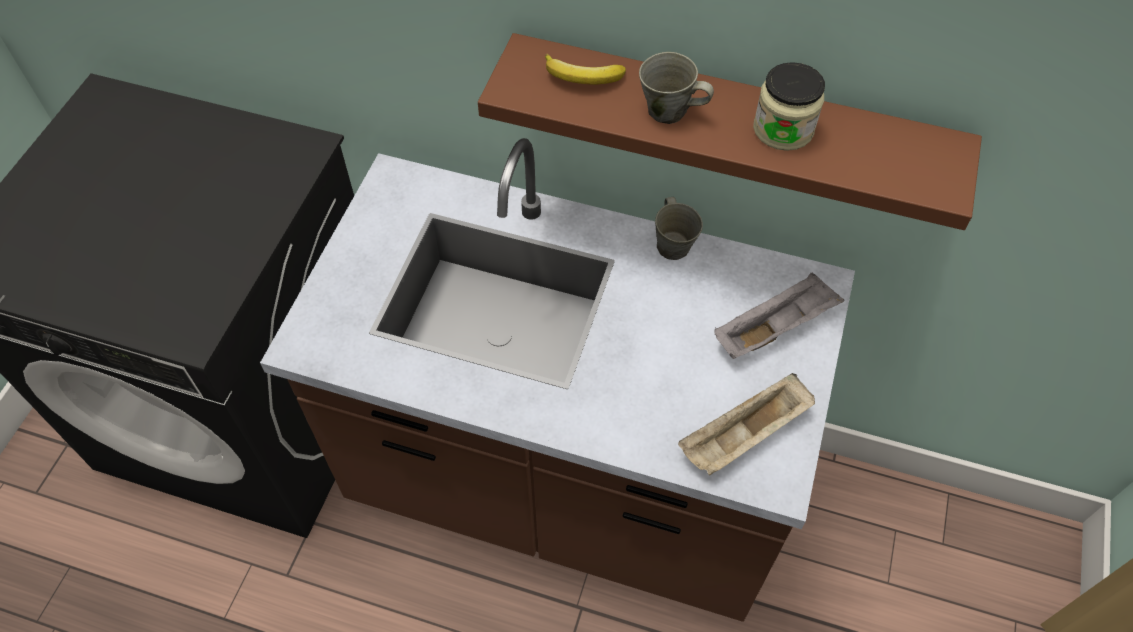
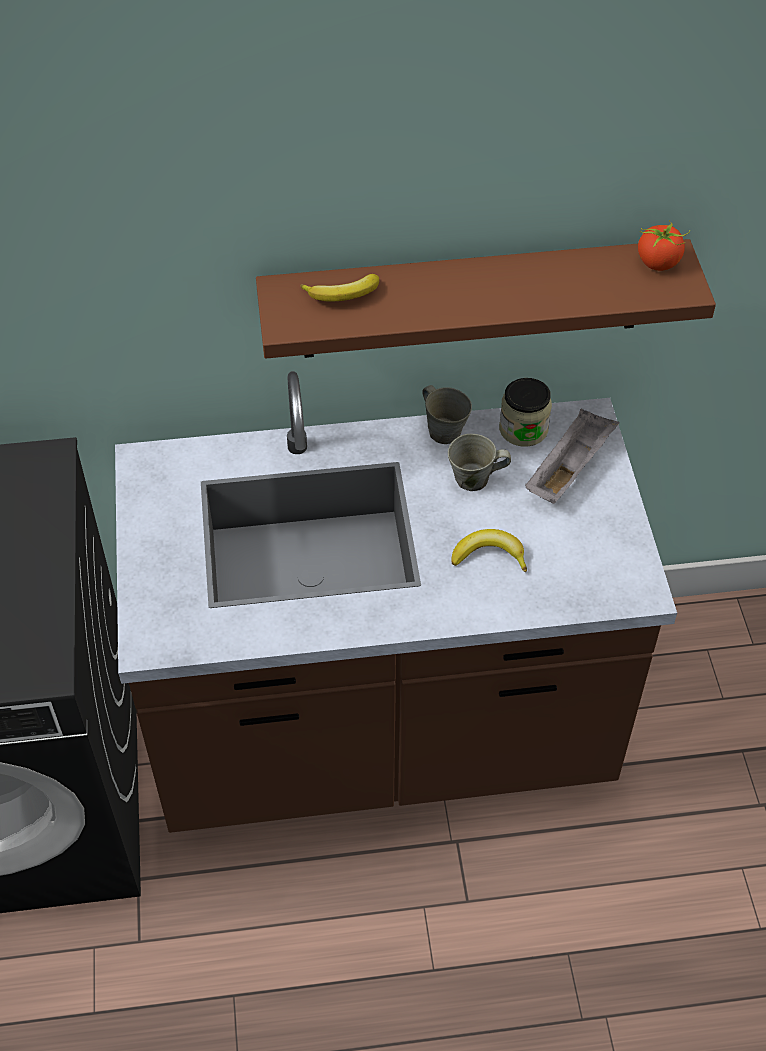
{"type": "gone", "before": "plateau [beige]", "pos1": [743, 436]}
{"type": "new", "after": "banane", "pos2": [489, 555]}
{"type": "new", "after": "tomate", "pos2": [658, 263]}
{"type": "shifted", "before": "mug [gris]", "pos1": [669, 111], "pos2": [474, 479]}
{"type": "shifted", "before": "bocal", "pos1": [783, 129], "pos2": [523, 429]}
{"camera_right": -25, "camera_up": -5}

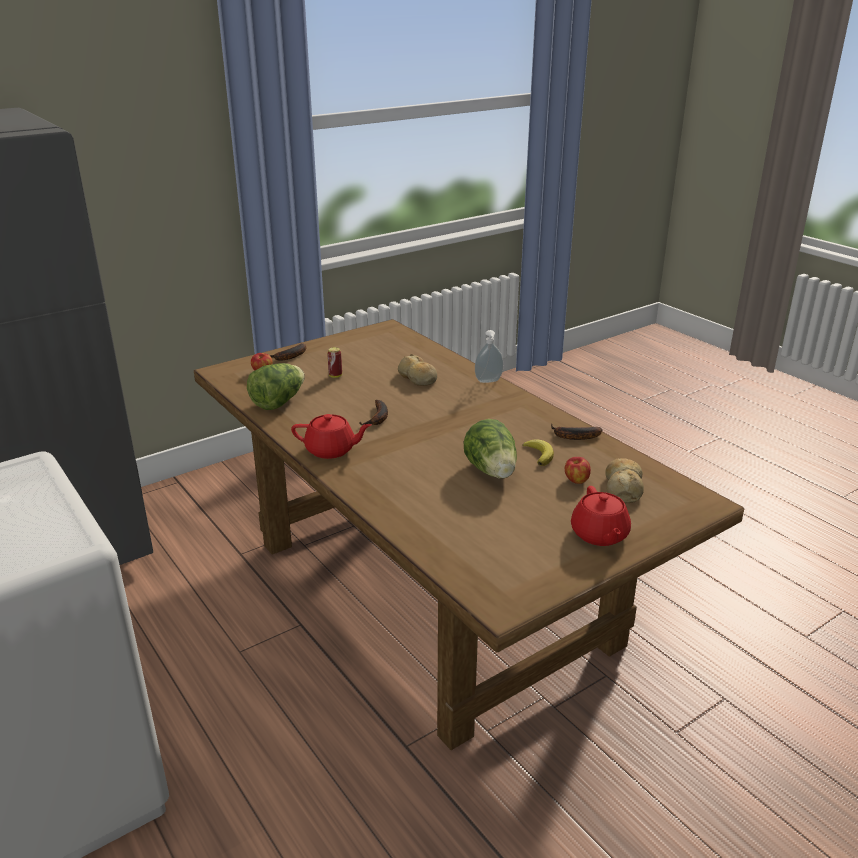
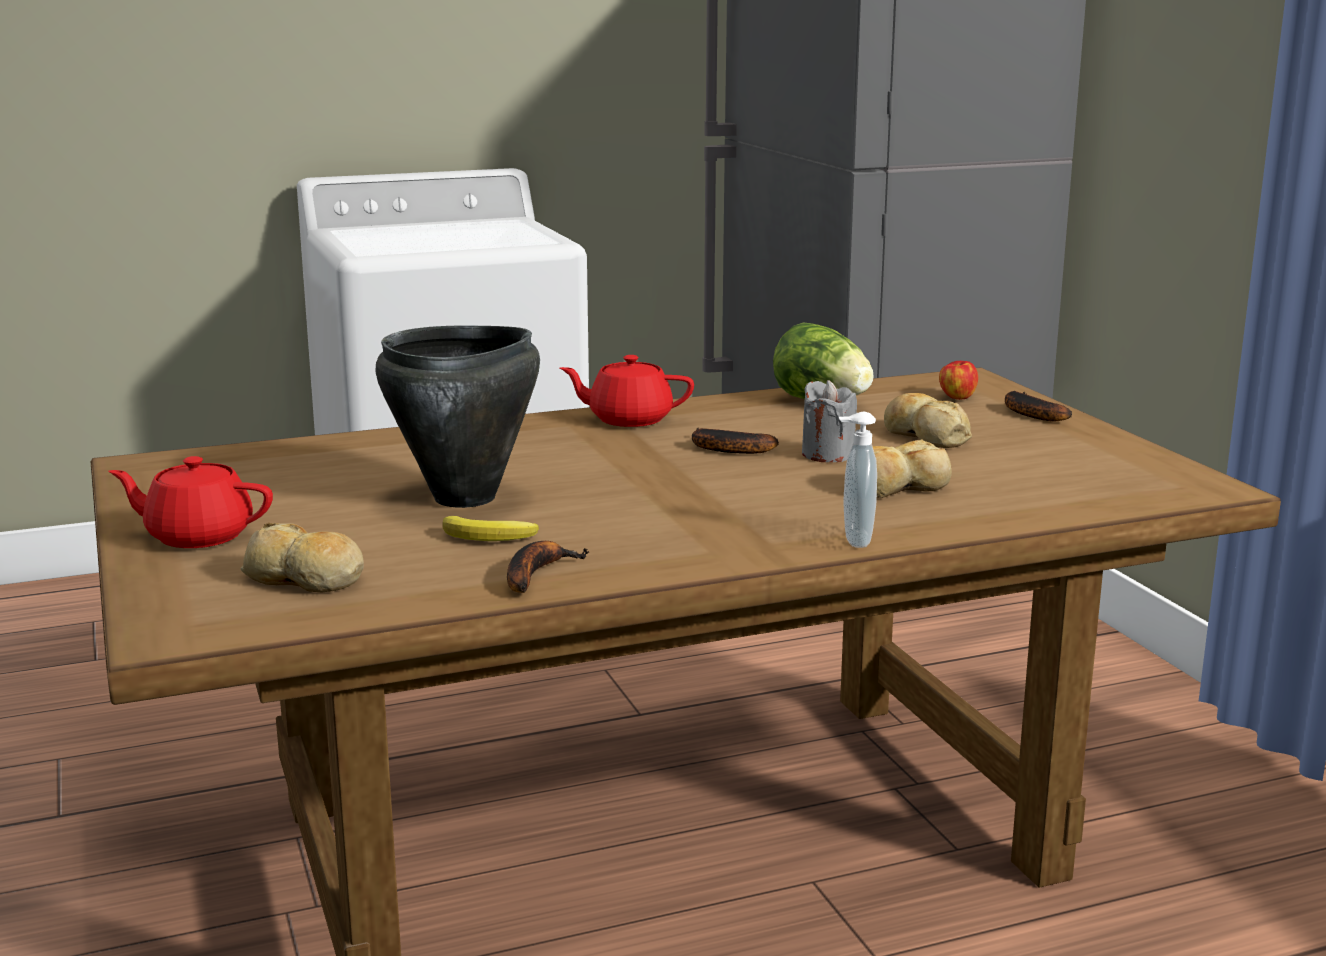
{"type": "gone", "before": "pomme", "pos1": [576, 480]}
{"type": "new", "after": "bougie [gris]", "pos2": [827, 454]}
{"type": "swapped", "before": "boîte métallique", "after": "pain", "pos1": [335, 376], "pos2": [925, 435]}
{"type": "swapped", "before": "laitue", "after": "marmite [noir]", "pos1": [492, 471], "pos2": [465, 498]}
{"type": "rotated", "before": "théière [rouge]", "pos1": [331, 450], "pos2": [628, 419], "turn": 75}
{"camera_right": 105, "camera_up": -10}

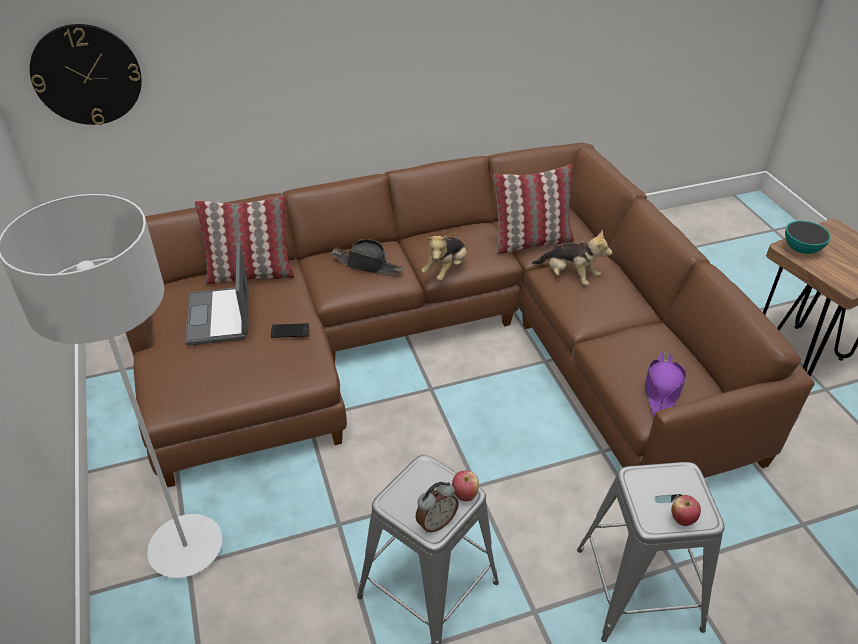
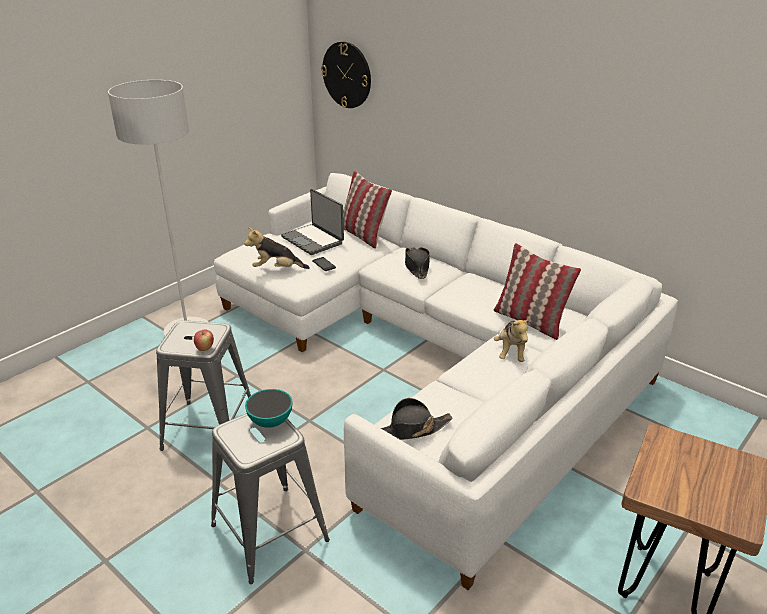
{"type": "gone", "before": "réveil", "pos1": [436, 522]}
{"type": "gone", "before": "pomme", "pos1": [682, 519]}
{"type": "shifted", "before": "peluche", "pos1": [446, 269], "pos2": [276, 269]}
{"type": "shifted", "before": "bol", "pos1": [801, 249], "pos2": [270, 421]}
{"type": "repainted", "before": "canapé [marron]", "after": "canapé [blanc]", "pos1": [439, 346], "pos2": [430, 358]}
{"type": "repainted", "before": "chapeau [violet]", "after": "chapeau [noir]", "pos1": [661, 389], "pos2": [411, 429]}
{"type": "rotated", "before": "ordinateur portable", "pos1": [220, 317], "pos2": [313, 240], "turn": -90}
{"camera_right": 60, "camera_up": -10}

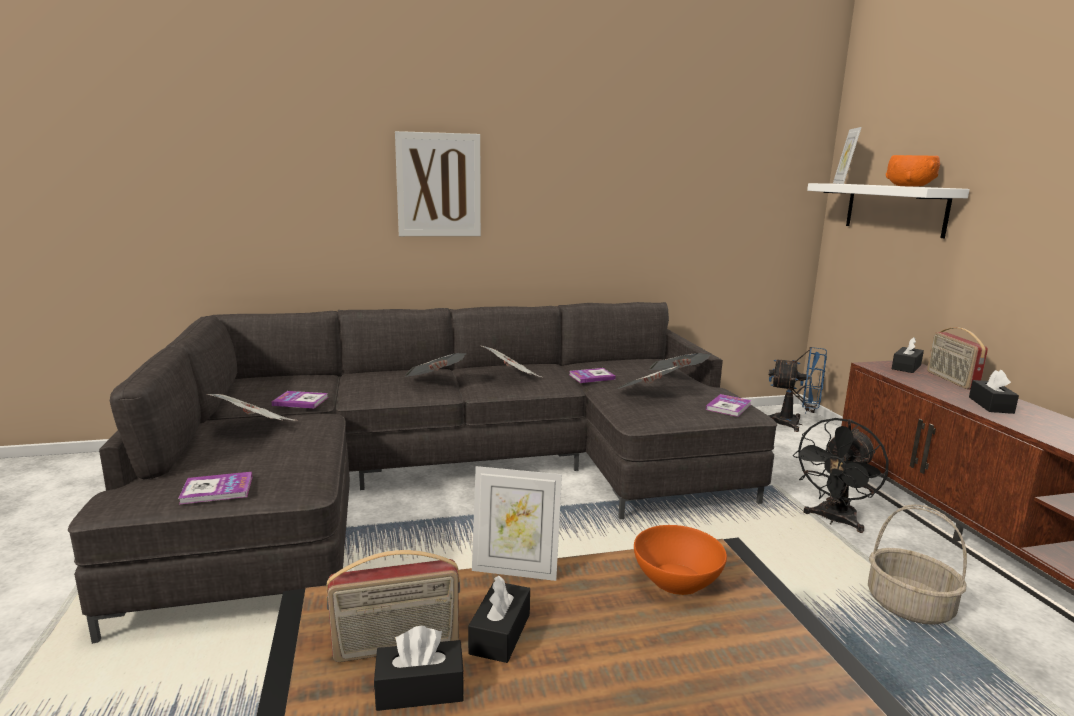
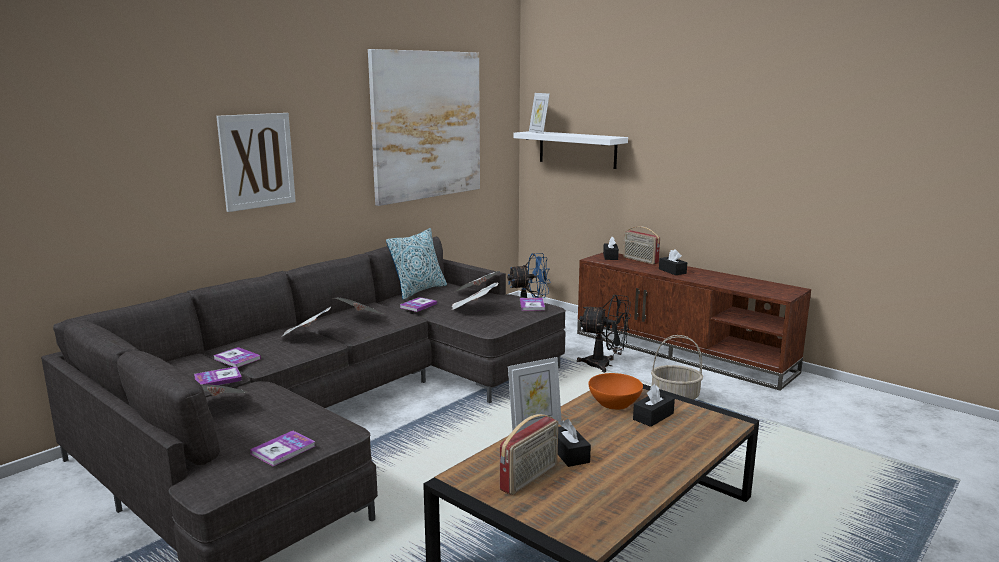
{"type": "gone", "before": "bol [orange]", "pos1": [909, 186]}
{"type": "new", "after": "livre", "pos2": [237, 359]}
{"type": "new", "after": "tableau", "pos2": [427, 125]}
{"type": "new", "after": "coussin", "pos2": [418, 290]}
{"type": "shifted", "before": "boîte à mouchoirs [noir]", "pos1": [420, 689], "pos2": [653, 416]}
{"type": "rotated", "before": "ventilateur [noir]", "pos1": [833, 520], "pos2": [605, 365], "turn": -75}
{"camera_right": -35, "camera_up": 0}

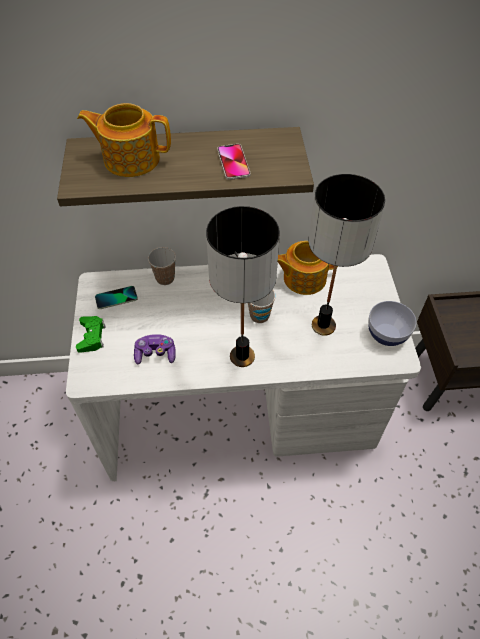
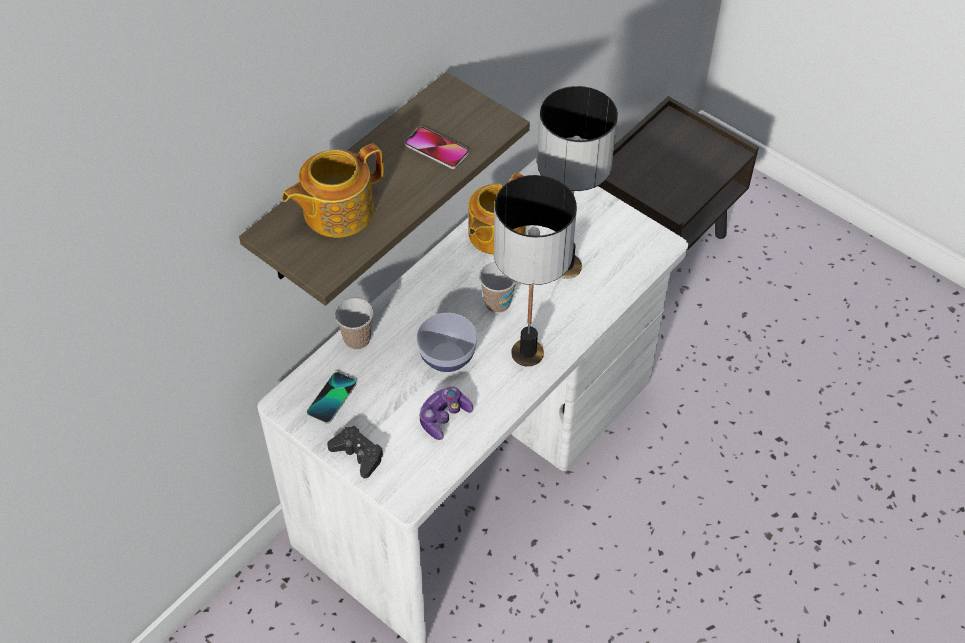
{"type": "shifted", "before": "bol", "pos1": [387, 335], "pos2": [447, 357]}
{"type": "repainted", "before": "manette [vert]", "after": "manette [noir]", "pos1": [91, 336], "pos2": [358, 454]}
{"camera_right": -45, "camera_up": 0}

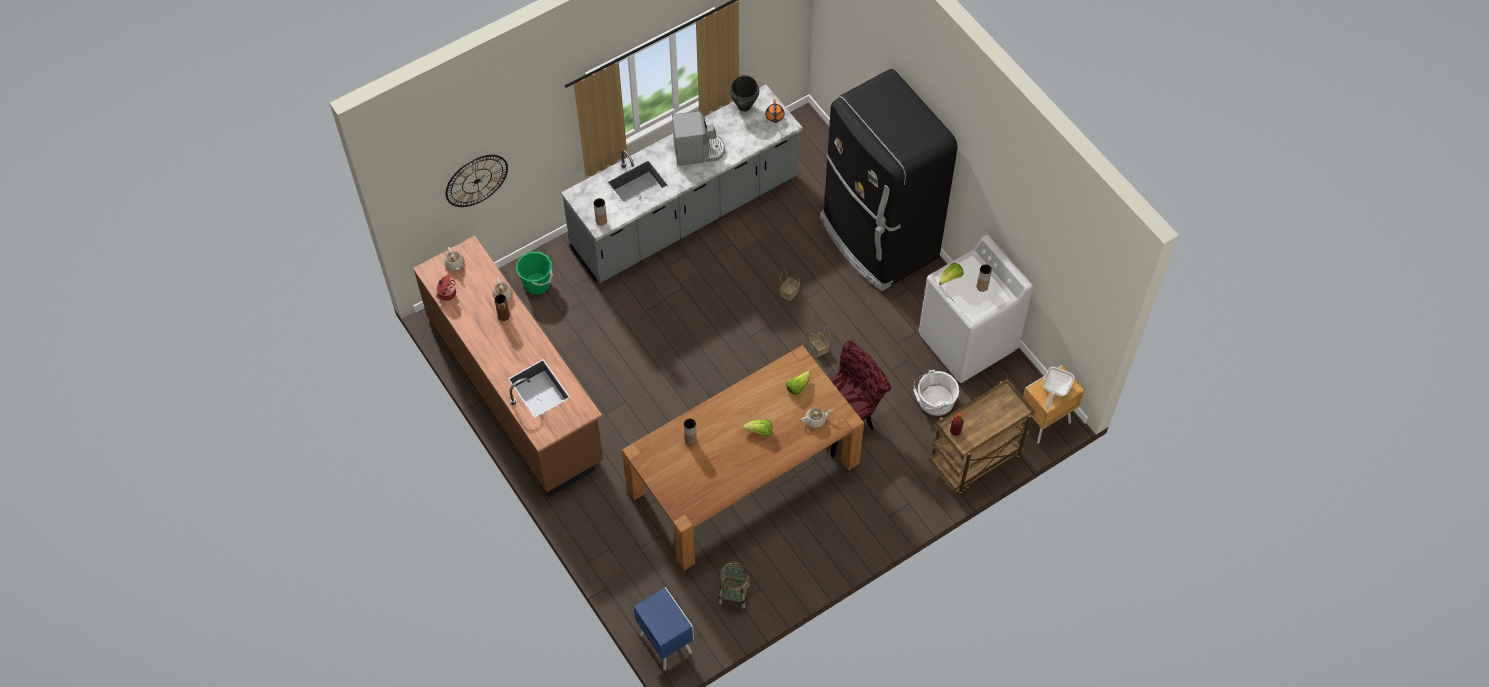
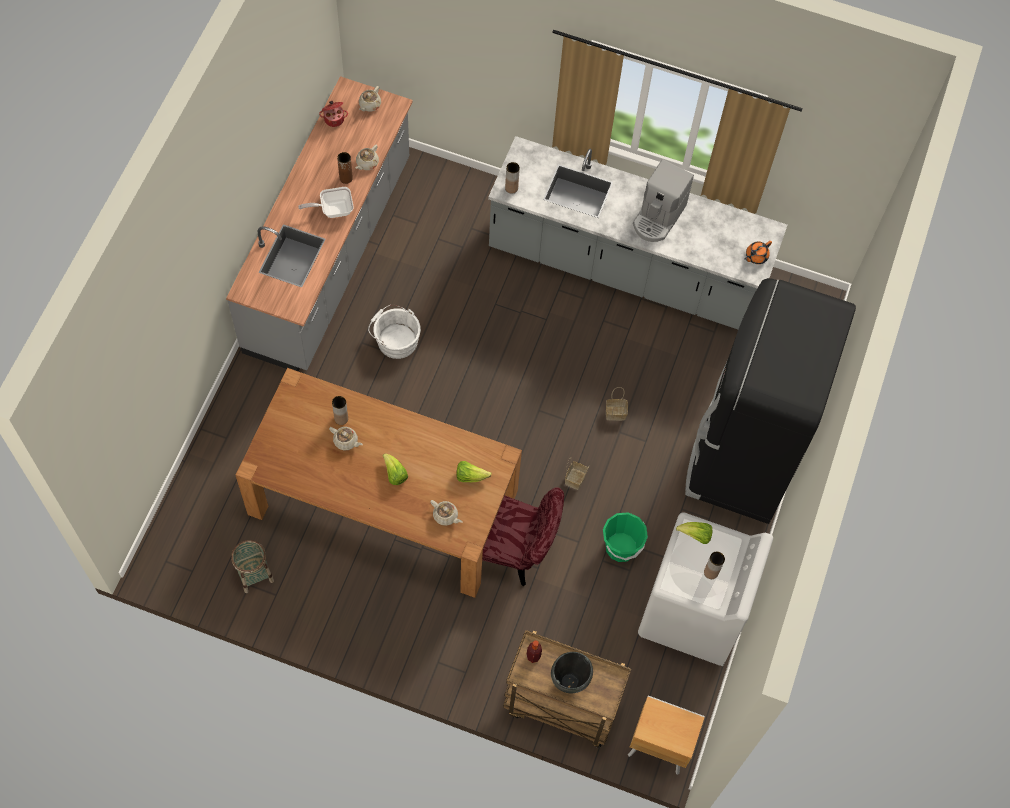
{"type": "gone", "before": "horloge murale", "pos1": [476, 180]}
{"type": "gone", "before": "table de chevet [bleu]", "pos1": [666, 642]}
{"type": "new", "after": "théière [beige]", "pos2": [346, 441]}
{"type": "shifted", "before": "seau [vert]", "pos1": [537, 284], "pos2": [621, 547]}
{"type": "shifted", "before": "marmite [noir]", "pos1": [744, 106], "pos2": [570, 682]}
{"type": "shifted", "before": "seau [blanc]", "pos1": [934, 400], "pos2": [395, 339]}
{"type": "shifted", "before": "poêle", "pos1": [1054, 390], "pos2": [333, 209]}
{"type": "repainted", "before": "comptoir de cuisine [marron]", "after": "comptoir de cuisine [gris]", "pos1": [516, 390], "pos2": [330, 256]}
{"type": "rotated", "before": "machine à café", "pos1": [698, 151], "pos2": [658, 217], "turn": 75}
{"camera_right": 50, "camera_up": 5}

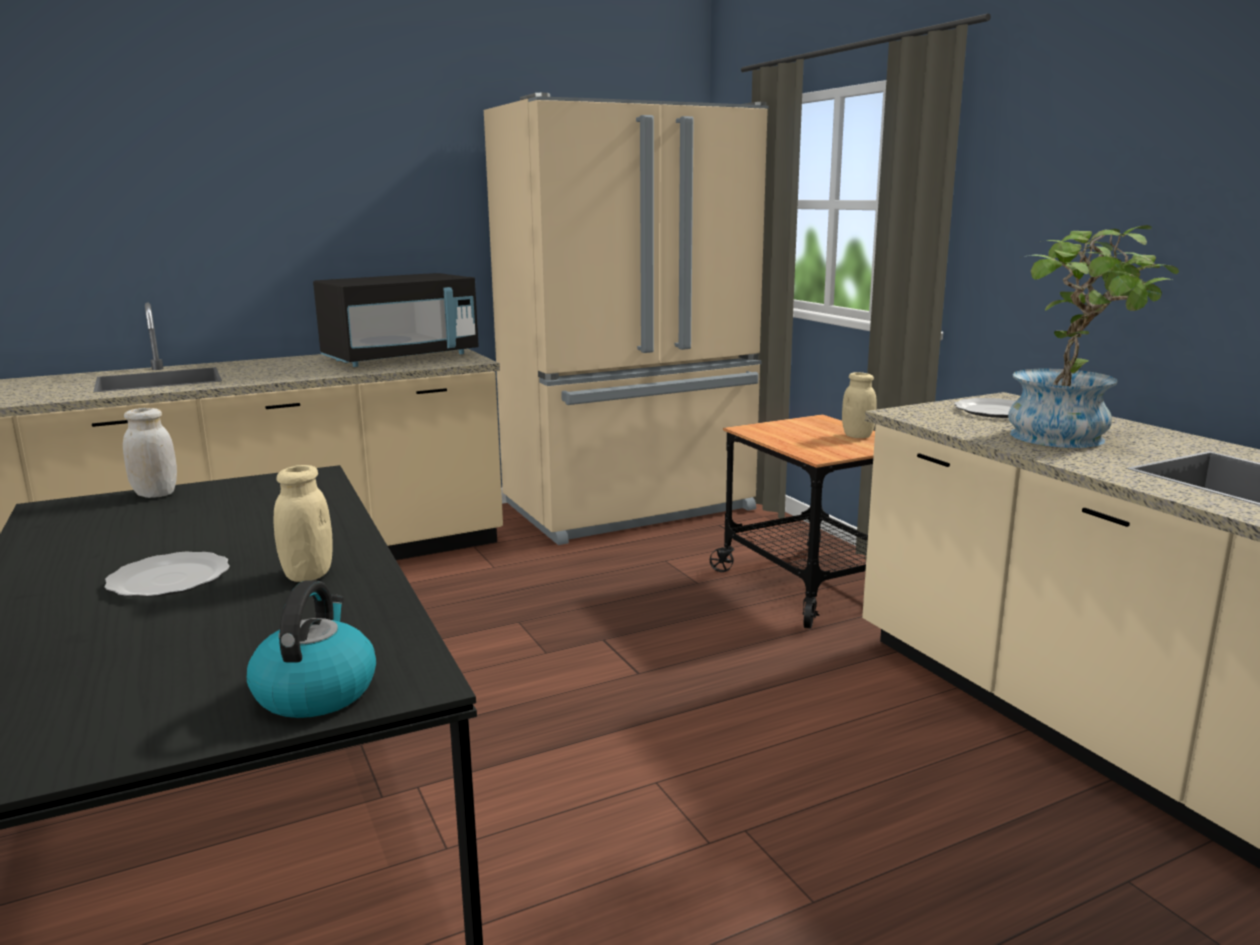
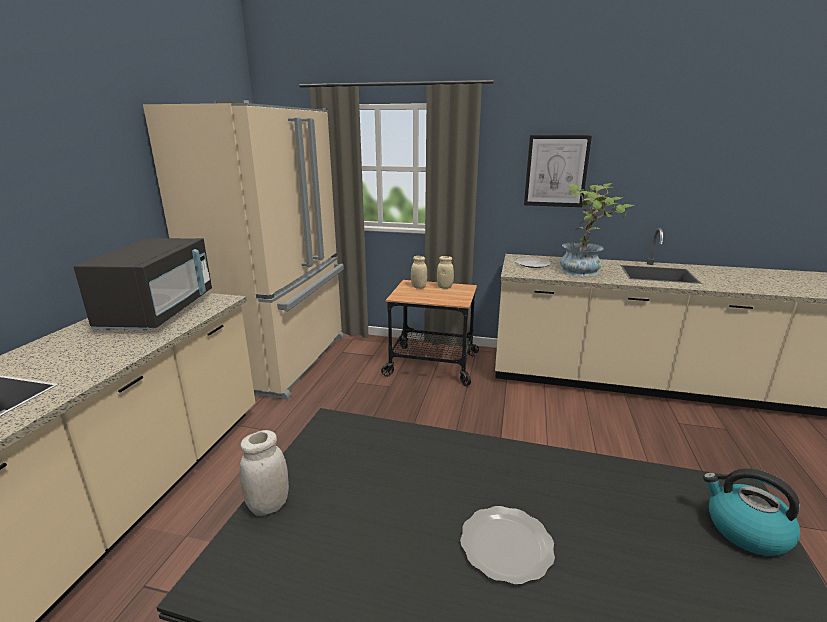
{"type": "new", "after": "tableau", "pos2": [556, 171]}
{"type": "shifted", "before": "bocal [beige]", "pos1": [308, 574], "pos2": [418, 287]}
{"camera_right": -50, "camera_up": 5}

